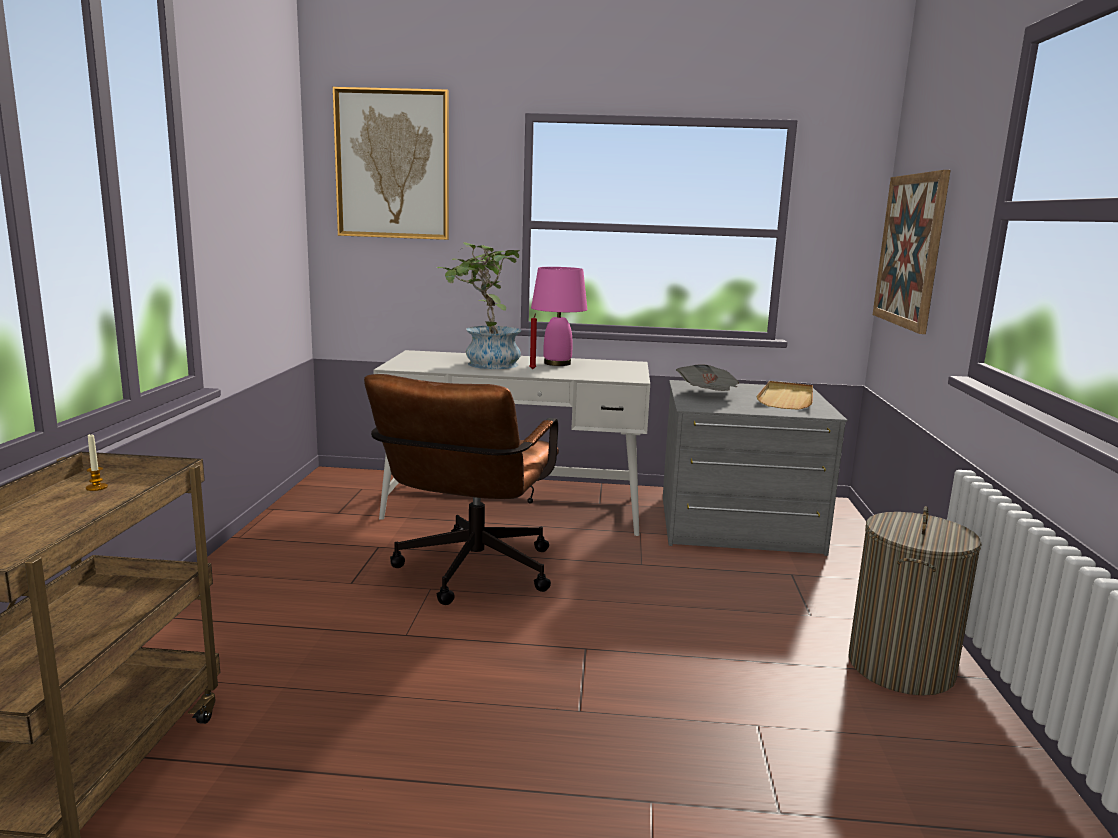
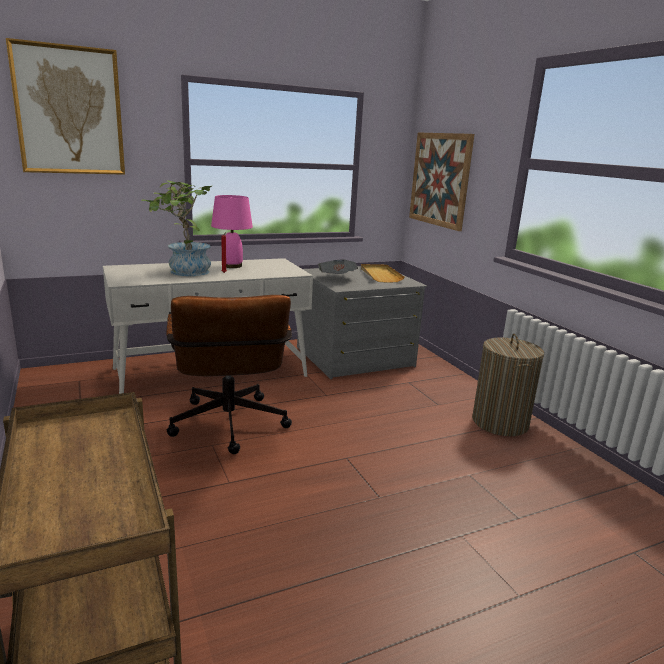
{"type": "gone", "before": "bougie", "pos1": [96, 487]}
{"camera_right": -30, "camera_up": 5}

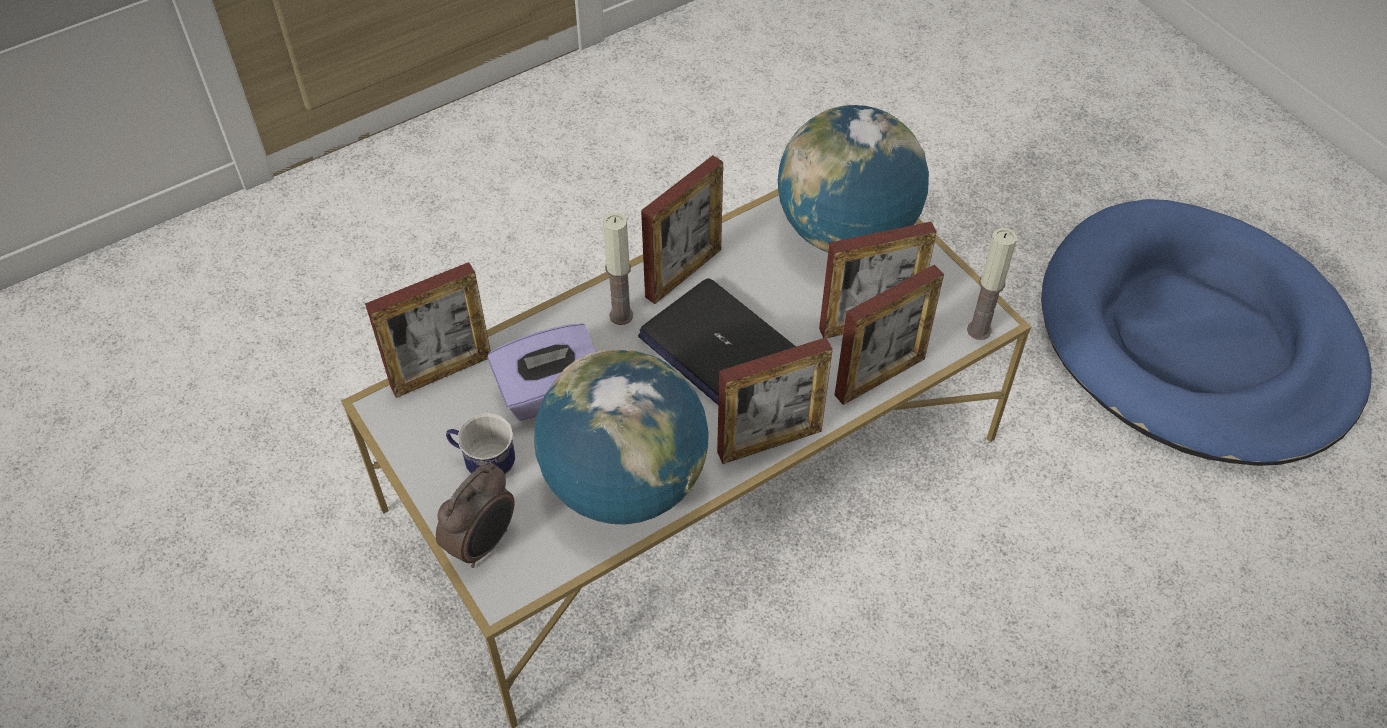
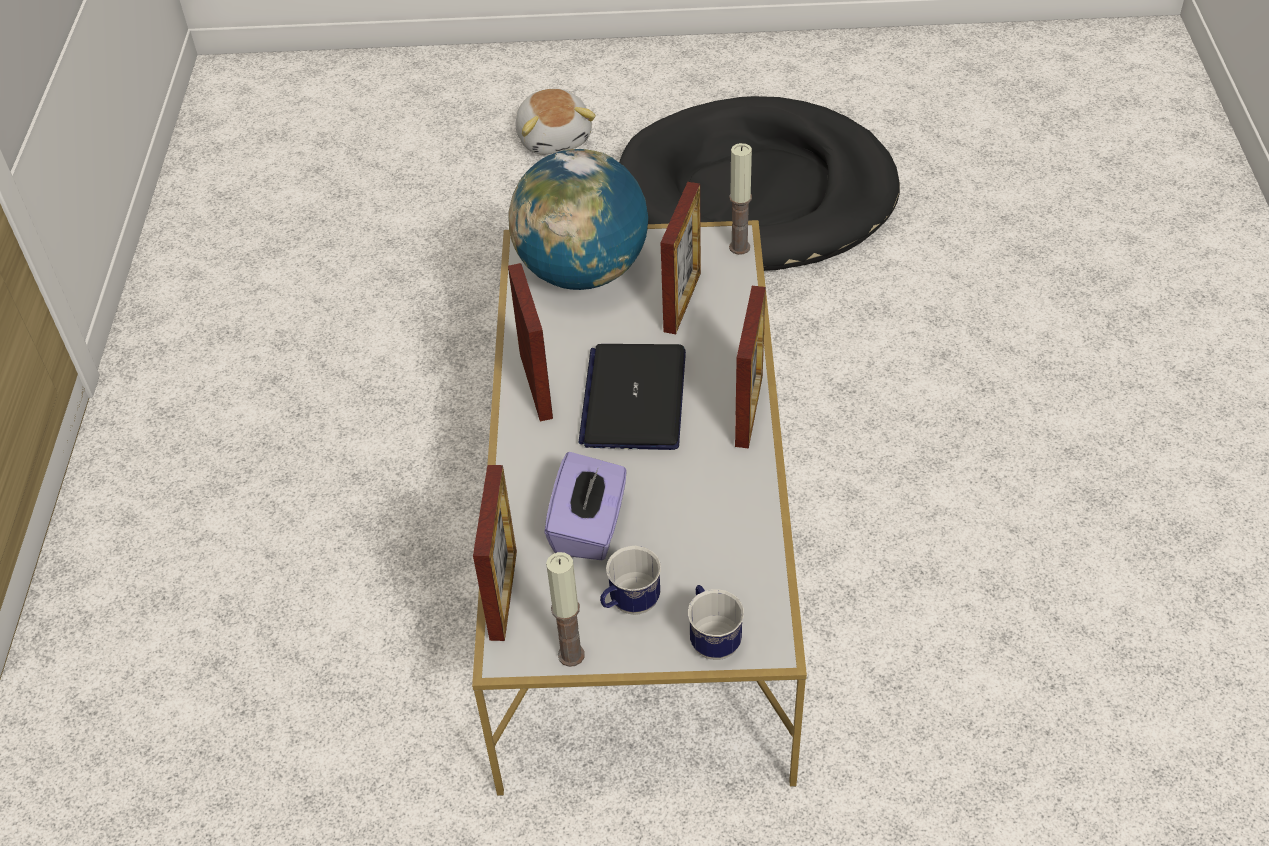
{"type": "gone", "before": "globe", "pos1": [625, 484]}
{"type": "gone", "before": "cadre photo", "pos1": [880, 377]}
{"type": "new", "after": "peluche", "pos2": [555, 138]}
{"type": "shifted", "before": "bougie", "pos1": [621, 315], "pos2": [571, 655]}
{"type": "swapped", "before": "réveil", "after": "mug", "pos1": [483, 543], "pos2": [712, 638]}
{"type": "repainted", "before": "panier pour chien [bleu]", "after": "panier pour chien [noir]", "pos1": [1195, 340], "pos2": [757, 195]}
{"type": "rotated", "before": "ordinateur portable", "pos1": [720, 348], "pos2": [634, 398], "turn": 105}
{"camera_right": -55, "camera_up": -5}

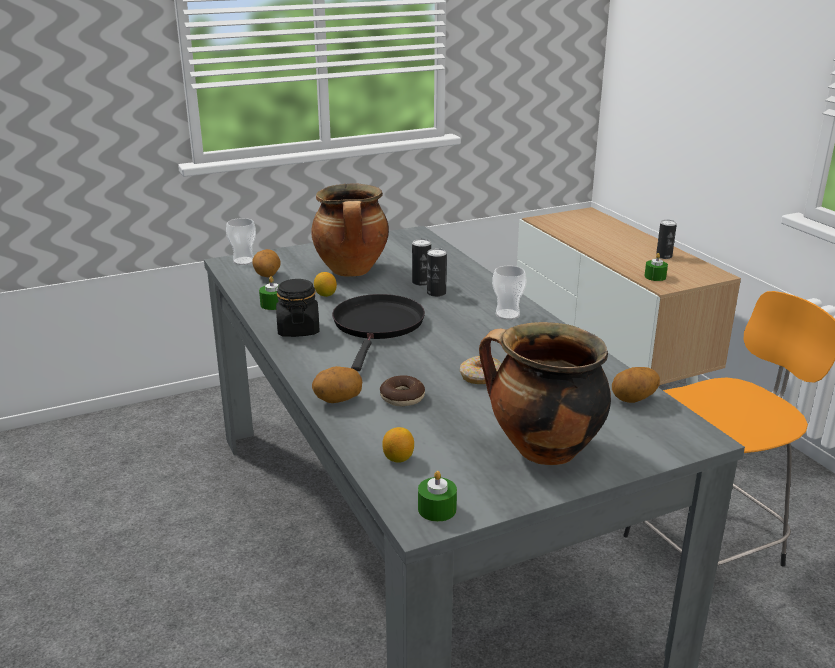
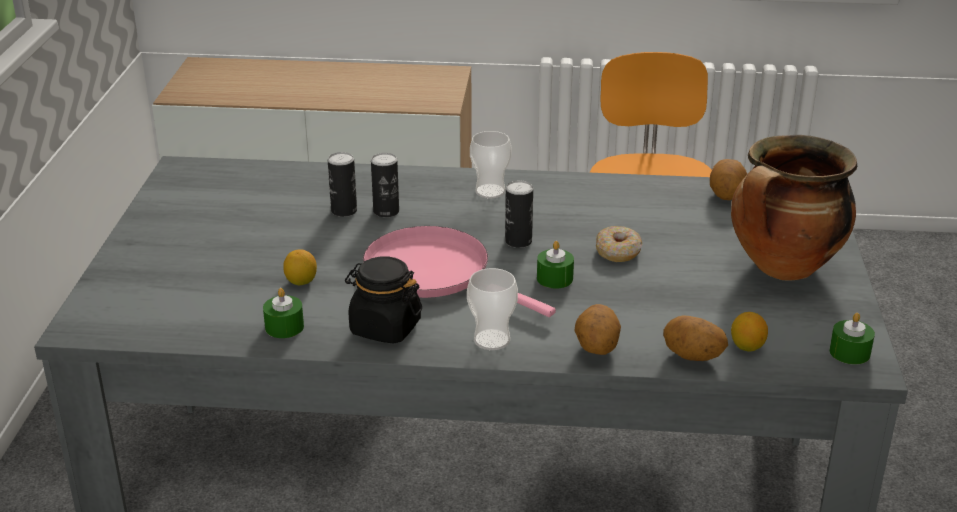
{"type": "gone", "before": "marmite", "pos1": [352, 271]}
{"type": "gone", "before": "beignet", "pos1": [402, 397]}
{"type": "shifted", "before": "tasse", "pos1": [243, 261], "pos2": [492, 340]}
{"type": "shifted", "before": "pomme de terre", "pos1": [267, 276], "pos2": [692, 357]}
{"type": "shifted", "before": "bougie [vert]", "pos1": [655, 277], "pos2": [554, 278]}
{"type": "shifted", "before": "boîte métallique", "pos1": [664, 256], "pos2": [518, 241]}
{"type": "repainted", "before": "poêle [noir]", "after": "poêle [rose]", "pos1": [378, 326], "pos2": [434, 273]}
{"camera_right": -60, "camera_up": 5}

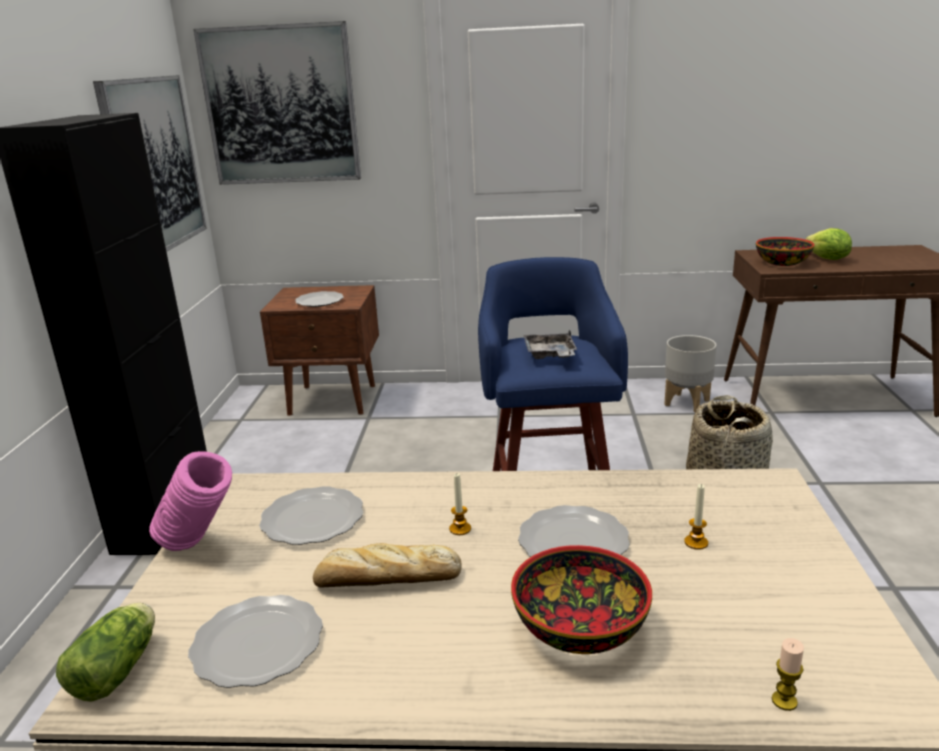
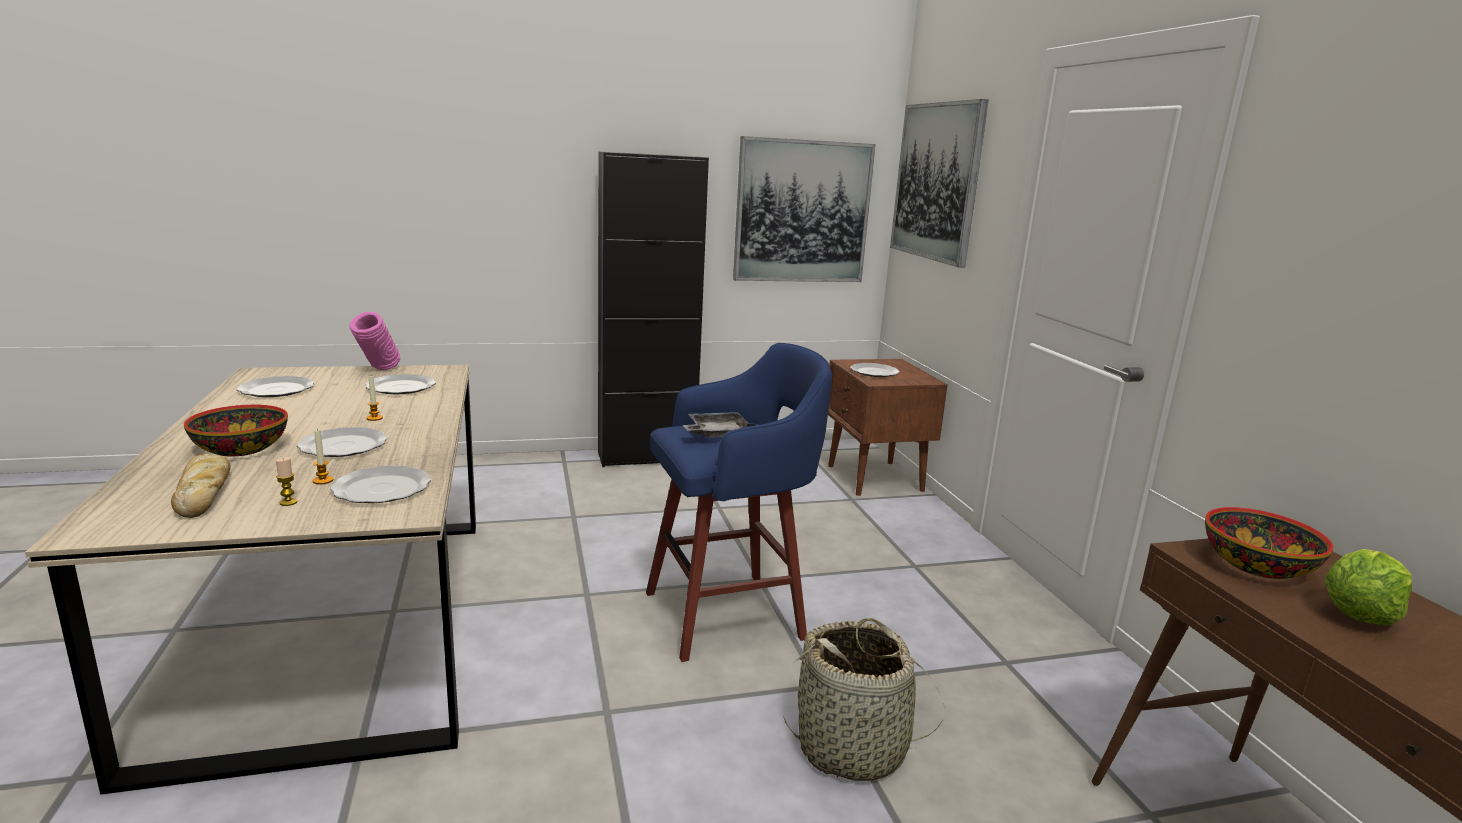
{"type": "gone", "before": "laitue", "pos1": [120, 667]}
{"type": "gone", "before": "cache-pot [gris]", "pos1": [687, 402]}
{"type": "new", "after": "assiette", "pos2": [383, 489]}
{"type": "shifted", "before": "pain", "pos1": [385, 579], "pos2": [204, 493]}
{"type": "shifted", "before": "bougie", "pos1": [784, 701], "pos2": [288, 502]}
{"camera_right": 70, "camera_up": -5}

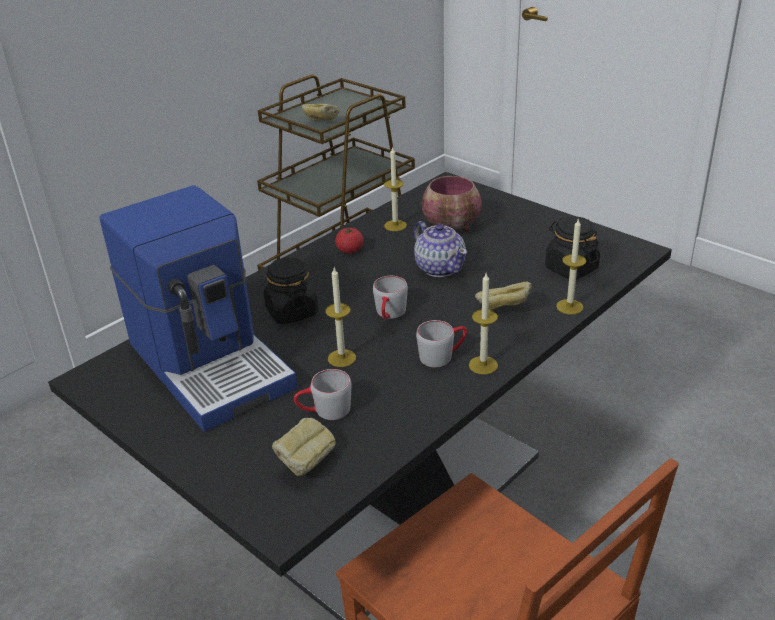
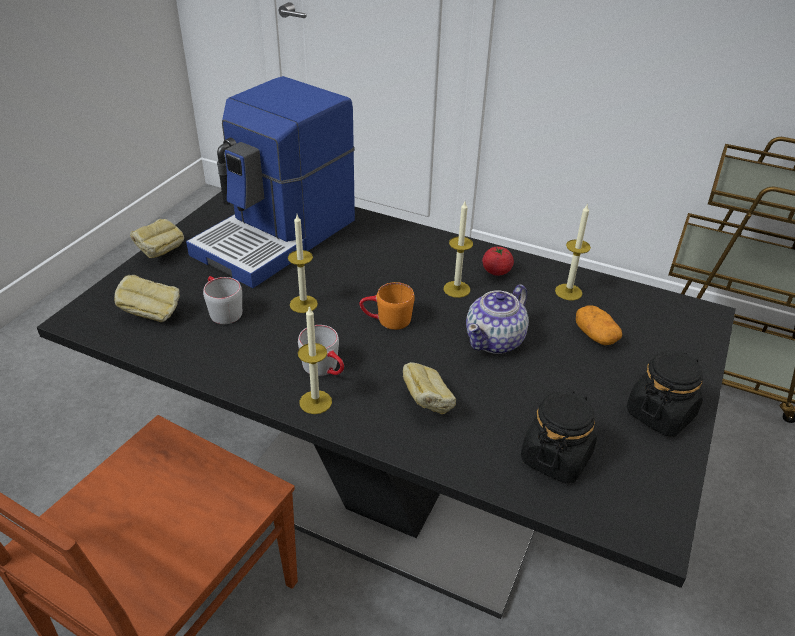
{"type": "shifted", "before": "bocal [noir]", "pos1": [291, 312], "pos2": [660, 414]}
{"type": "shifted", "before": "pain", "pos1": [321, 123], "pos2": [160, 253]}
{"type": "shifted", "before": "bougie", "pos1": [569, 307], "pos2": [456, 289]}
{"type": "swapped", "before": "bol", "after": "pomme de terre", "pos1": [452, 227], "pos2": [595, 336]}
{"type": "repainted", "before": "mug [gris]", "after": "mug [orange]", "pos1": [389, 315], "pos2": [386, 320]}
{"camera_right": 70, "camera_up": 5}

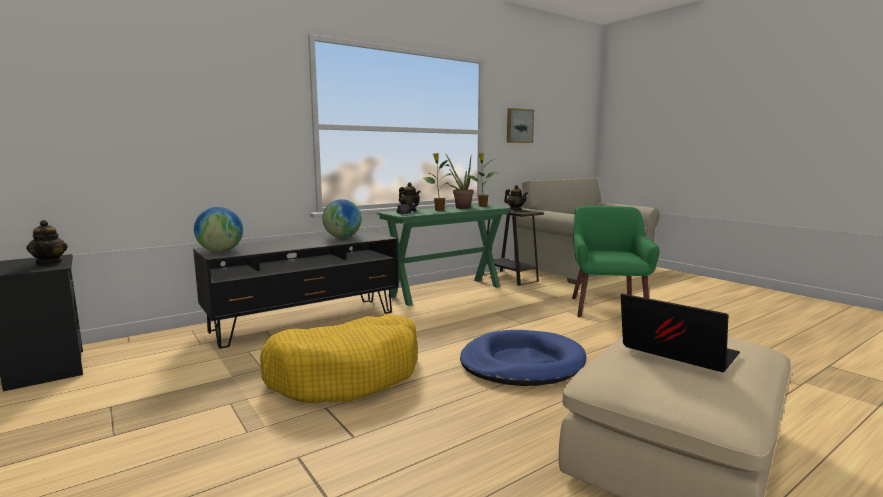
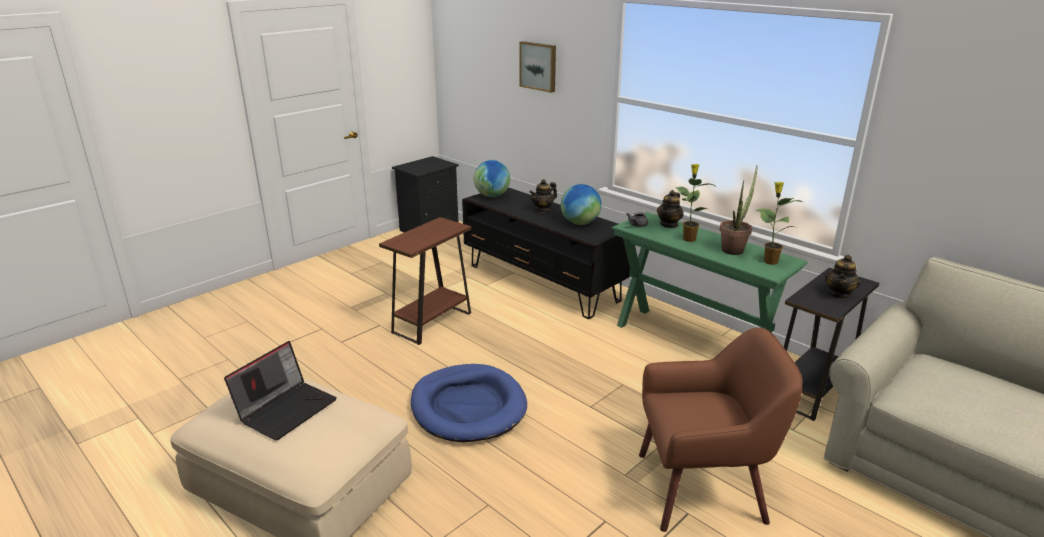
{"type": "shifted", "before": "théière", "pos1": [50, 262], "pos2": [543, 209]}
{"type": "shifted", "before": "tableau", "pos1": [519, 126], "pos2": [539, 66]}
{"type": "swapped", "before": "panier pour chien [jaune]", "after": "table d'appoint [marron]", "pos1": [346, 374], "pos2": [432, 323]}
{"type": "repainted", "before": "fauteuil [vert]", "after": "fauteuil [marron]", "pos1": [606, 307], "pos2": [703, 488]}
{"camera_right": 80, "camera_up": 15}

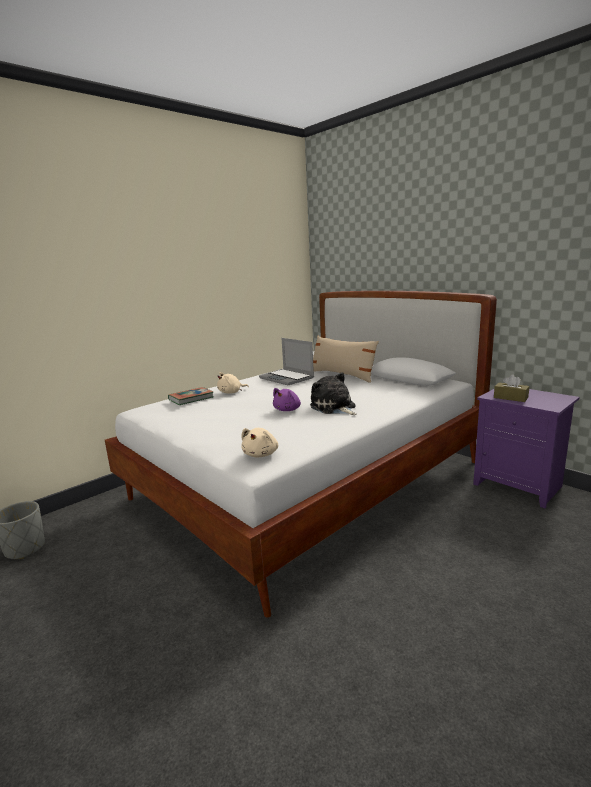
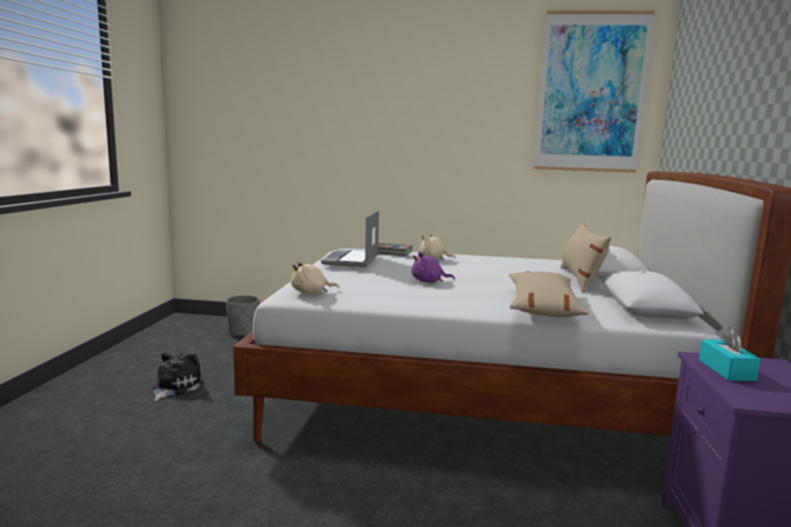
{"type": "new", "after": "coussin [beige]", "pos2": [542, 307]}
{"type": "new", "after": "tableau", "pos2": [591, 93]}
{"type": "shifted", "before": "ordinateur portable", "pos1": [287, 378], "pos2": [352, 260]}
{"type": "shifted", "before": "peluche", "pos1": [334, 408], "pos2": [175, 387]}
{"type": "repainted", "before": "boîte à mouchoirs [marron]", "after": "boîte à mouchoirs [turquoise]", "pos1": [510, 398], "pos2": [726, 370]}
{"camera_right": 50, "camera_up": -5}

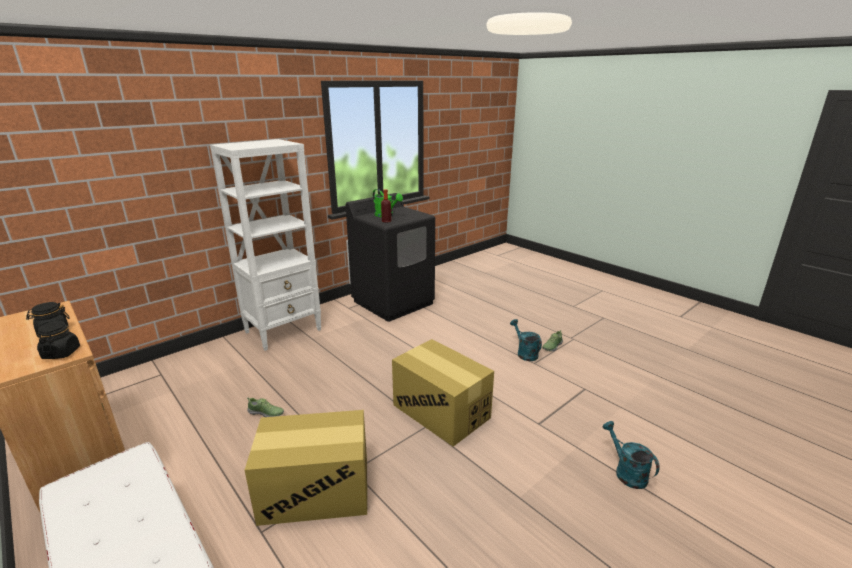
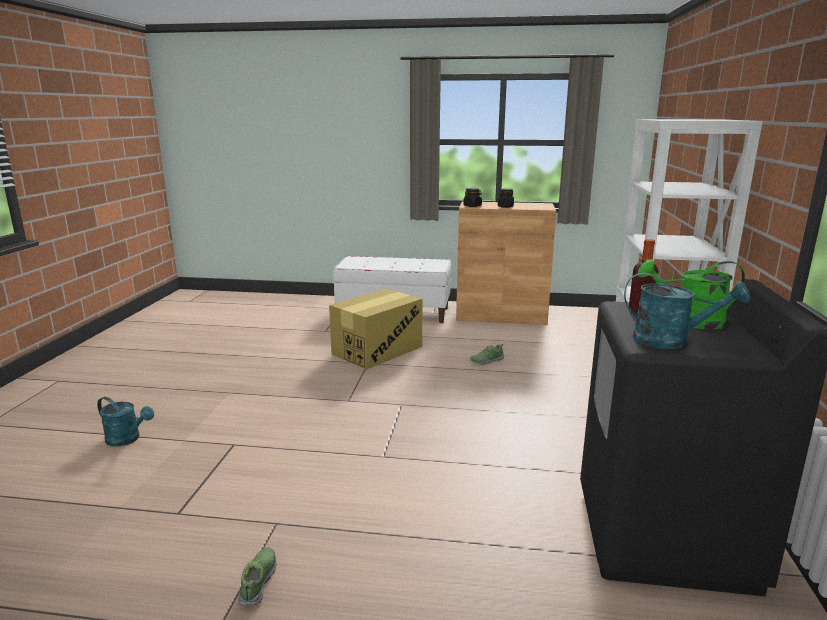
{"type": "gone", "before": "carton", "pos1": [441, 411]}
{"type": "shifted", "before": "arrosoir [turquoise]", "pos1": [525, 353], "pos2": [671, 341]}
{"camera_right": 140, "camera_up": -5}

